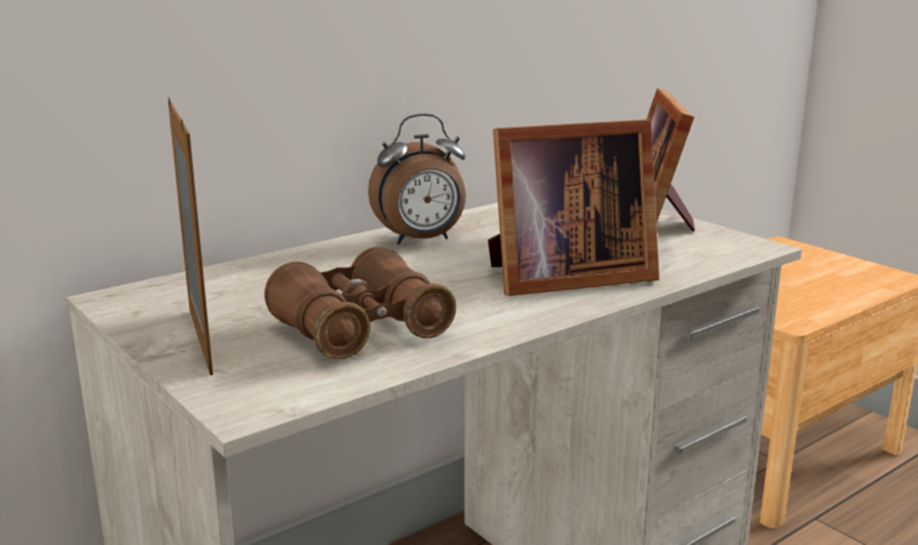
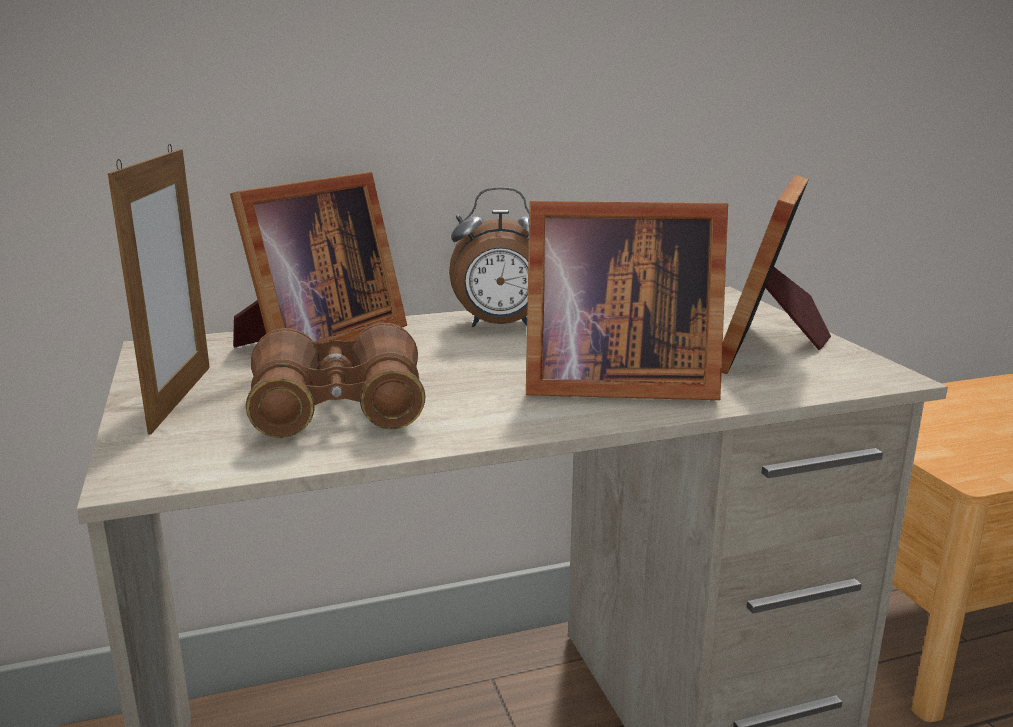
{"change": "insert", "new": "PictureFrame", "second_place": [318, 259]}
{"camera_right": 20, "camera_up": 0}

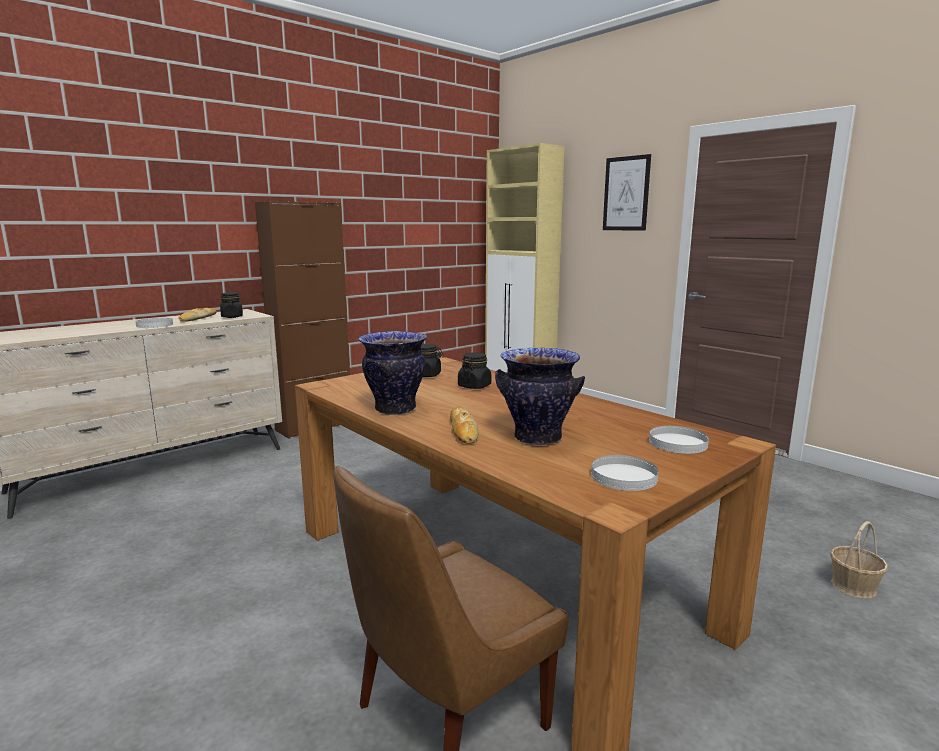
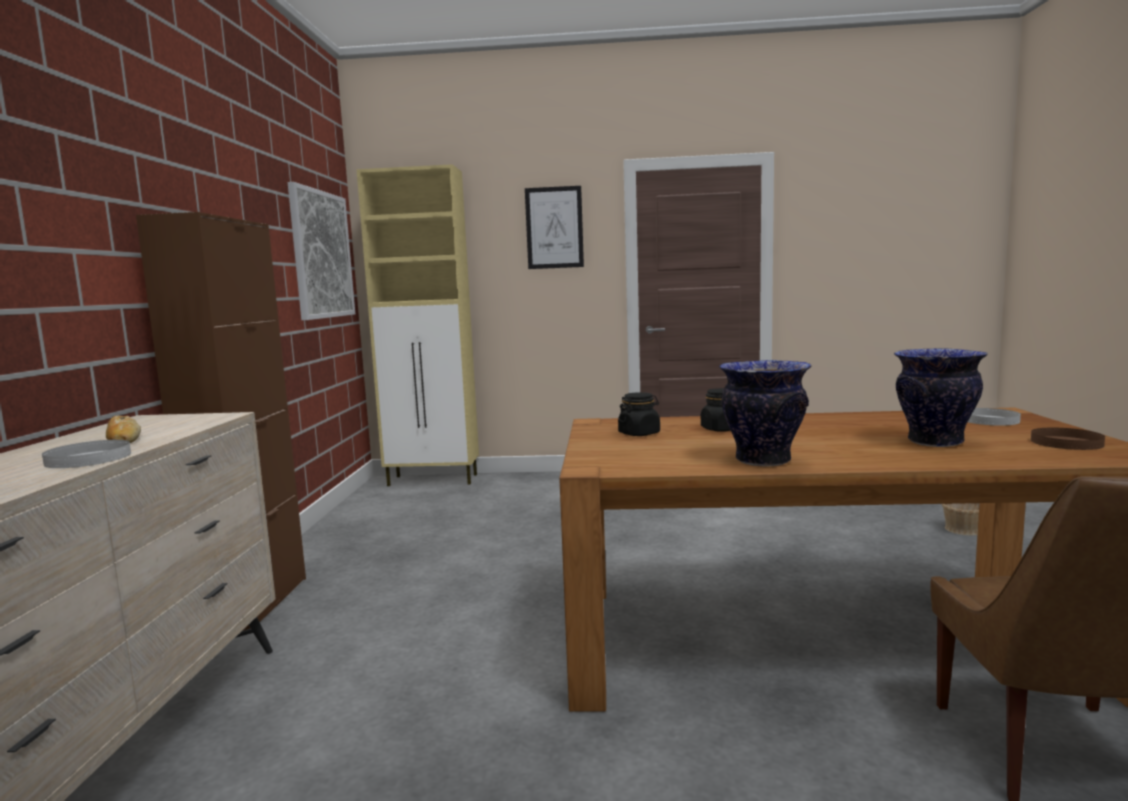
{"change": "delete", "old": "BlackJar", "first_place": [231, 305]}
{"change": "delete", "old": "Bread", "first_place": [464, 425]}
{"change": "recolor", "old": "WhitePlate", "new": "BrownPlate", "first_place": [624, 473], "second_place": [1068, 439]}
{"change": "insert", "new": "Picture", "second_place": [321, 251]}
{"camera_right": -45, "camera_up": -5}

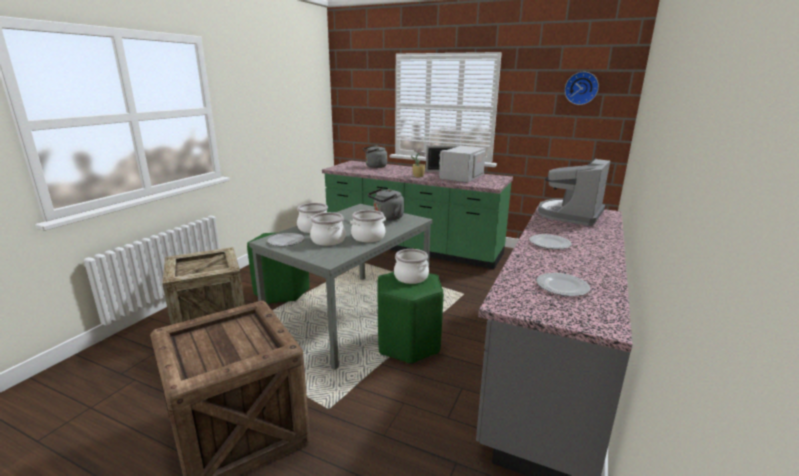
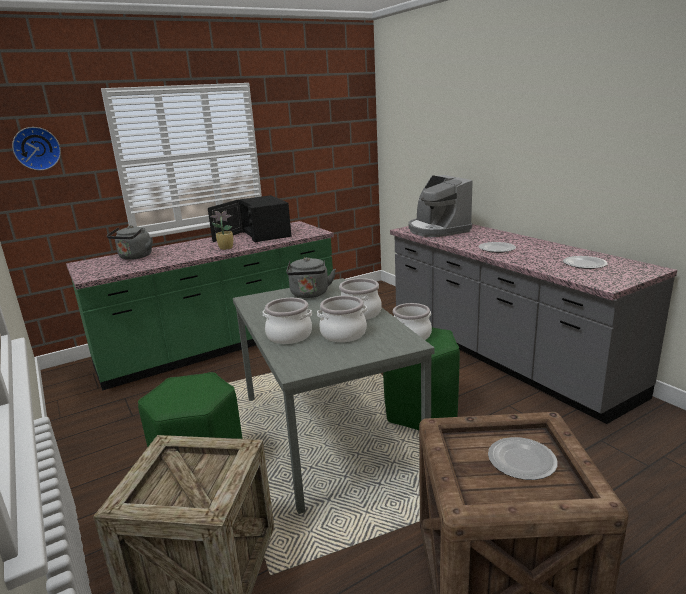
{"change": "move", "old": "WallClock", "first_place": [582, 88], "second_place": [36, 148]}
{"change": "recolor", "old": "WhiteMicrowave", "new": "BlackMicrowave", "first_place": [456, 164], "second_place": [249, 219]}
{"change": "move", "old": "Plate", "first_place": [285, 239], "second_place": [523, 458]}
{"camera_right": -55, "camera_up": 0}

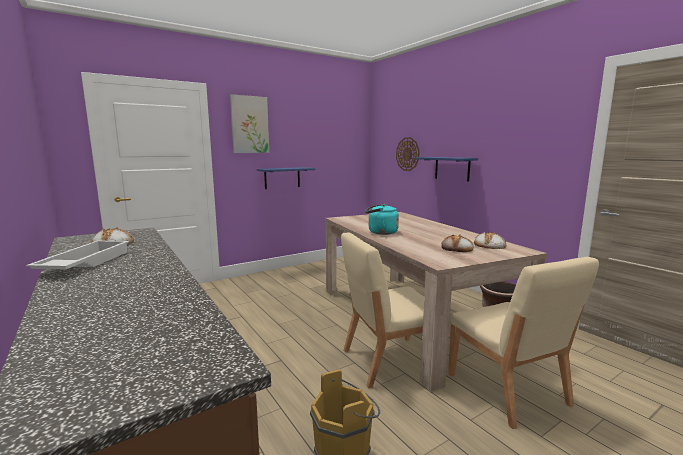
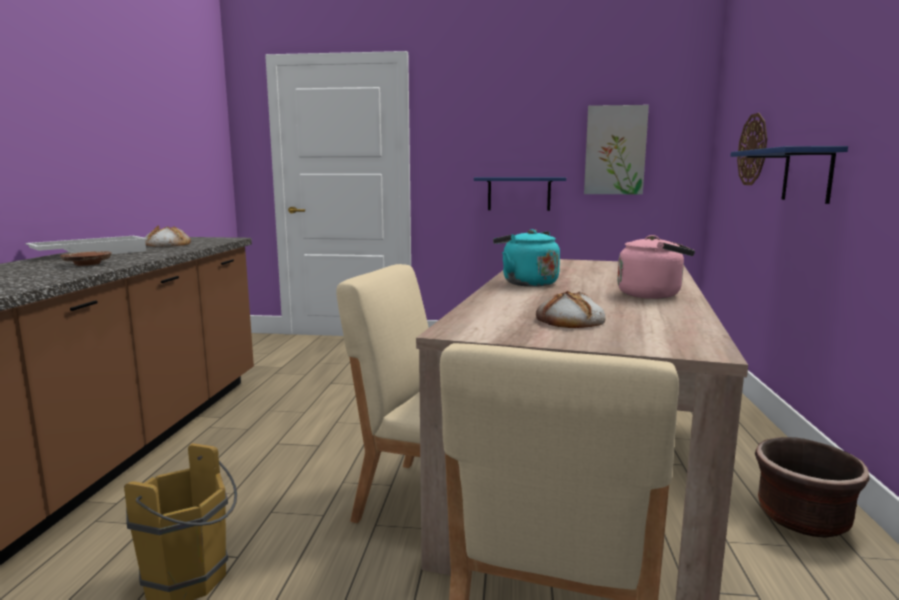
{"change": "move", "old": "Picture", "first_place": [249, 123], "second_place": [616, 149]}
{"change": "delete", "old": "Bread", "first_place": [490, 240]}
{"change": "insert", "new": "PinkKettle", "second_place": [656, 267]}
{"change": "insert", "new": "BrownPlate", "second_place": [86, 258]}
{"camera_right": 40, "camera_up": 0}

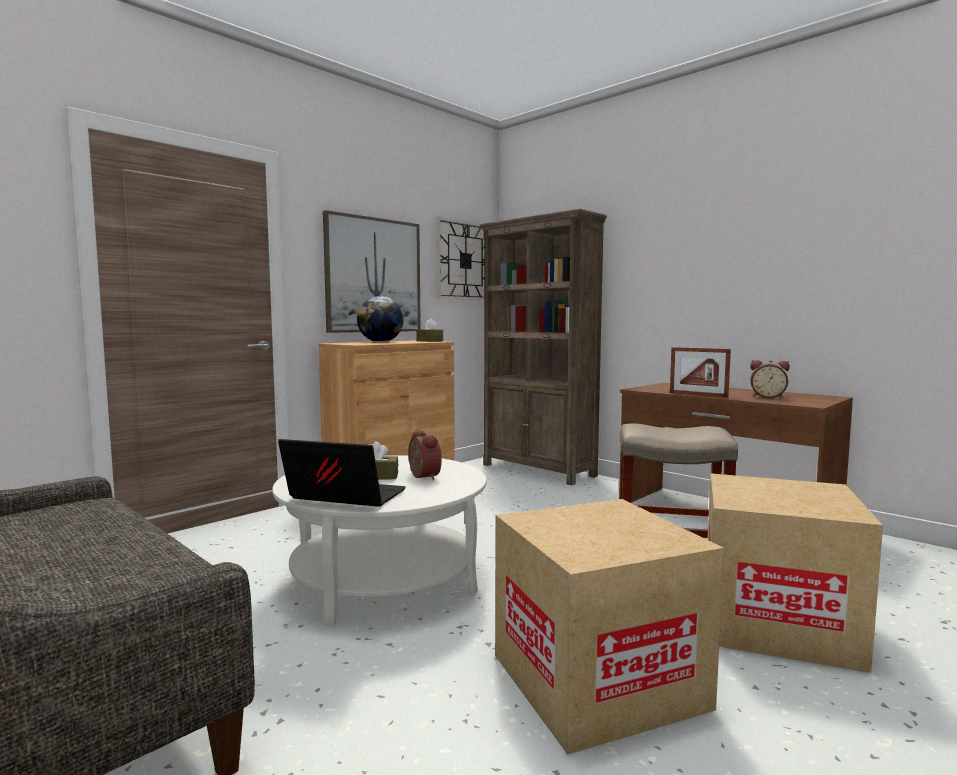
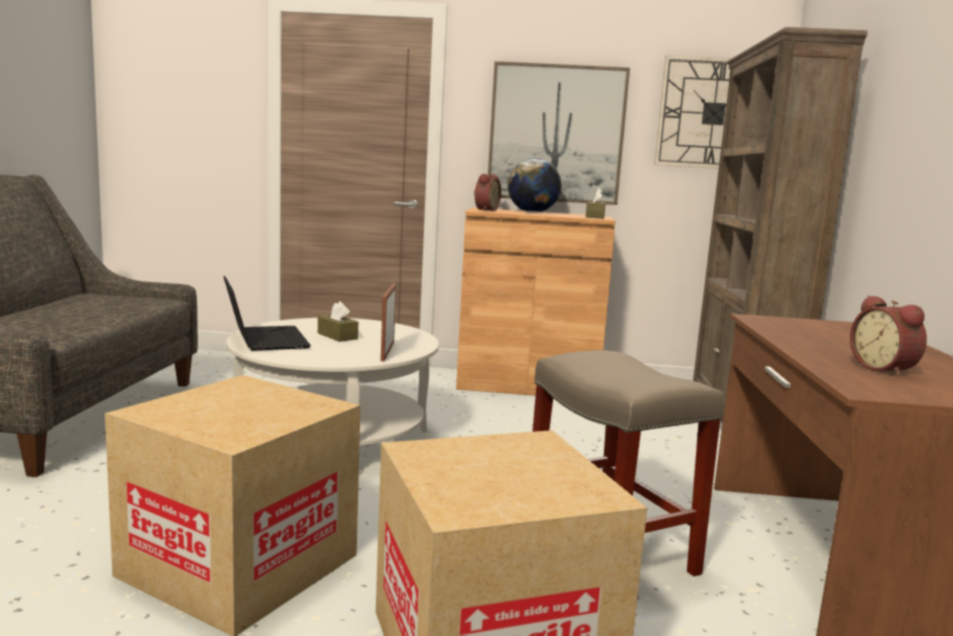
{"change": "move", "old": "PictureFrame", "first_place": [700, 372], "second_place": [388, 322]}
{"change": "move", "old": "AlarmClock", "first_place": [425, 454], "second_place": [487, 192]}
{"camera_right": 50, "camera_up": 5}

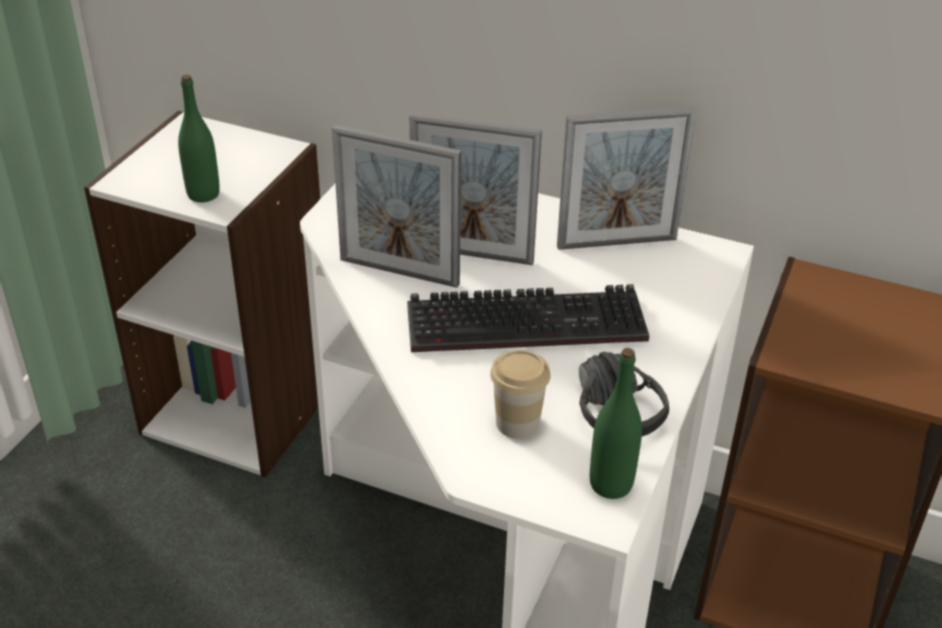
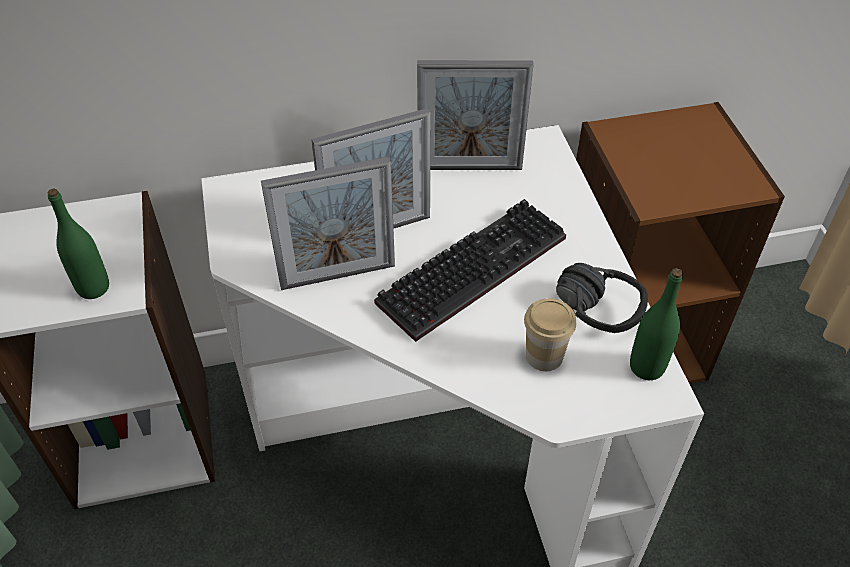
{"change": "rotate", "old": "PictureFrame", "first_place": [626, 178], "second_place": [475, 115], "degrees": 45}
{"camera_right": -35, "camera_up": 10}

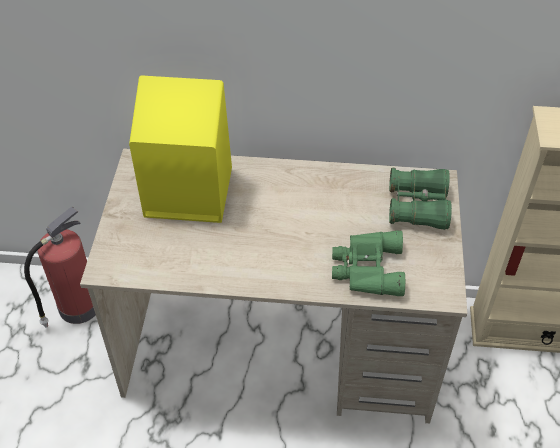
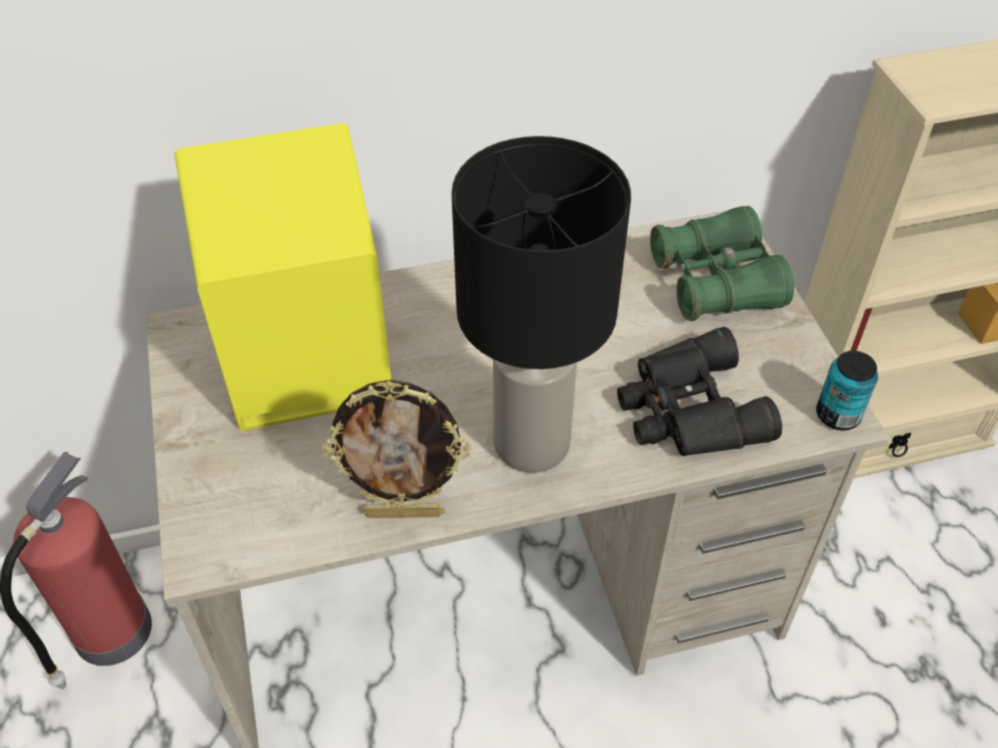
{"change": "recolor", "old": "GreenBinoculars", "new": "BlackBinoculars", "first_place": [368, 263], "second_place": [699, 391]}
{"change": "insert", "new": "BlackTableLamp", "second_place": [541, 304]}
{"change": "insert", "new": "Can", "second_place": [847, 390]}
{"change": "insert", "new": "PictureFrame", "second_place": [396, 449]}
{"camera_right": -20, "camera_up": 0}

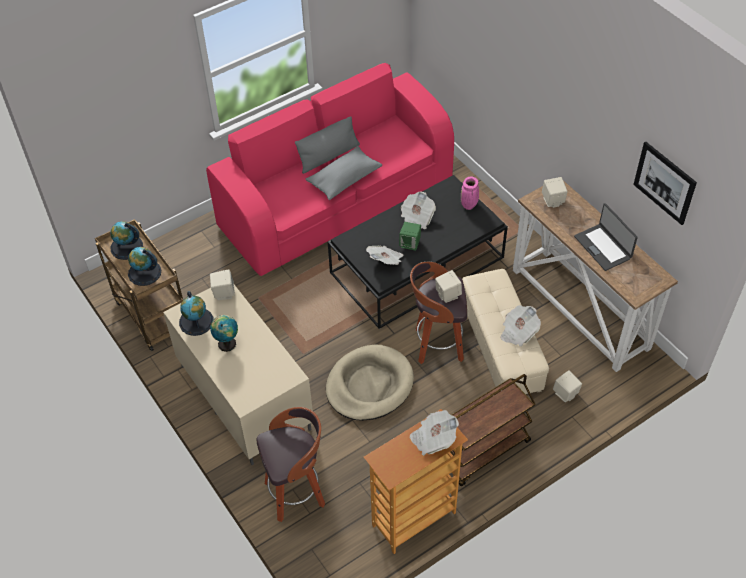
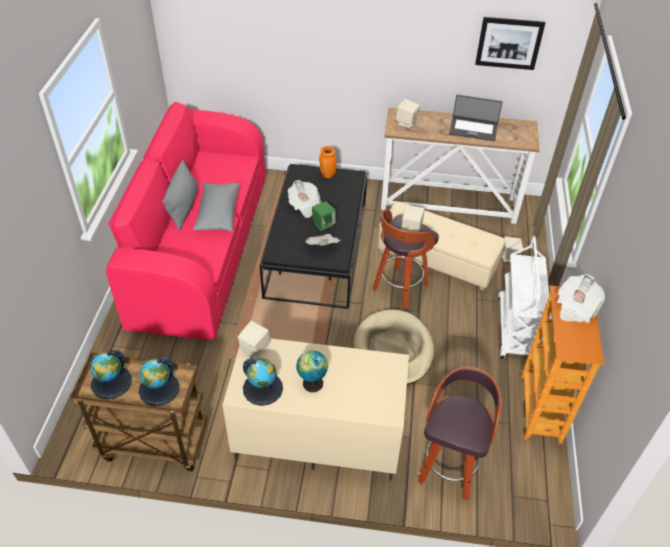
{"change": "recolor", "old": "PinkVase", "new": "OrangeVase", "first_place": [470, 193], "second_place": [327, 162]}
{"change": "delete", "old": "Newspaper", "first_place": [520, 326]}
{"change": "recolor", "old": "BrownCart", "new": "WhiteCart", "first_place": [493, 430], "second_place": [525, 297]}
{"camera_right": -50, "camera_up": -5}

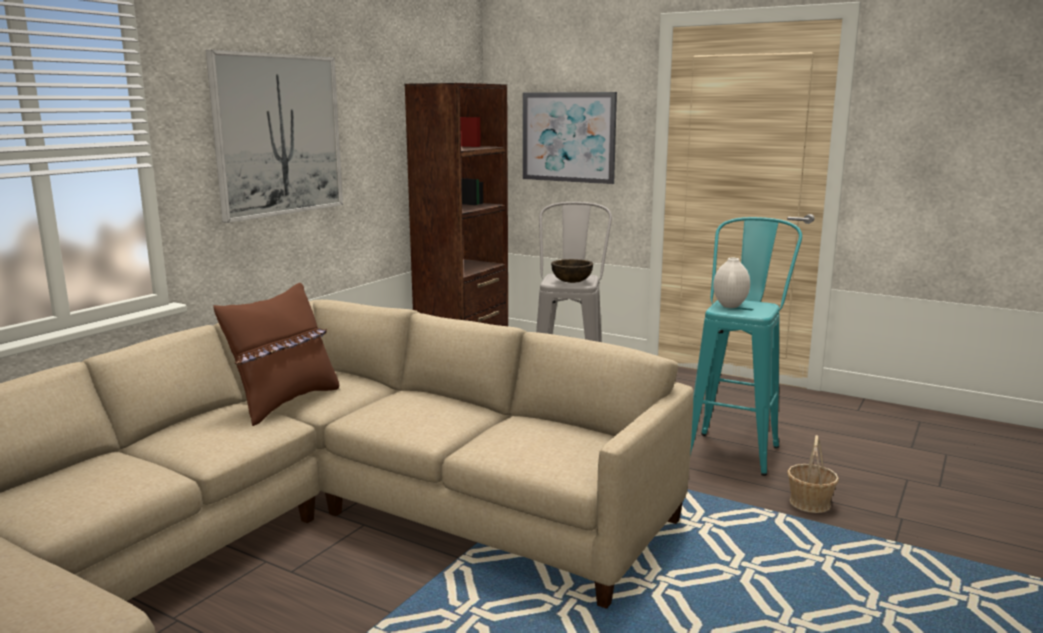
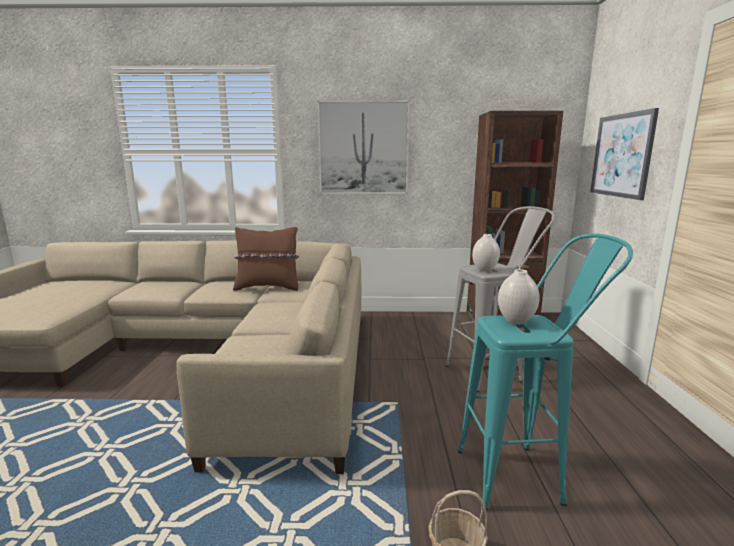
{"change": "replace", "old": "BrownBowl", "new": "WhiteVase", "first_place": [572, 271], "second_place": [486, 253]}
{"camera_right": 60, "camera_up": 0}

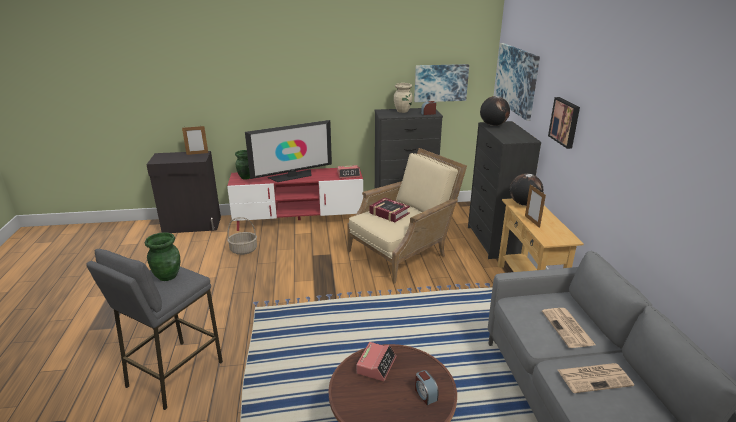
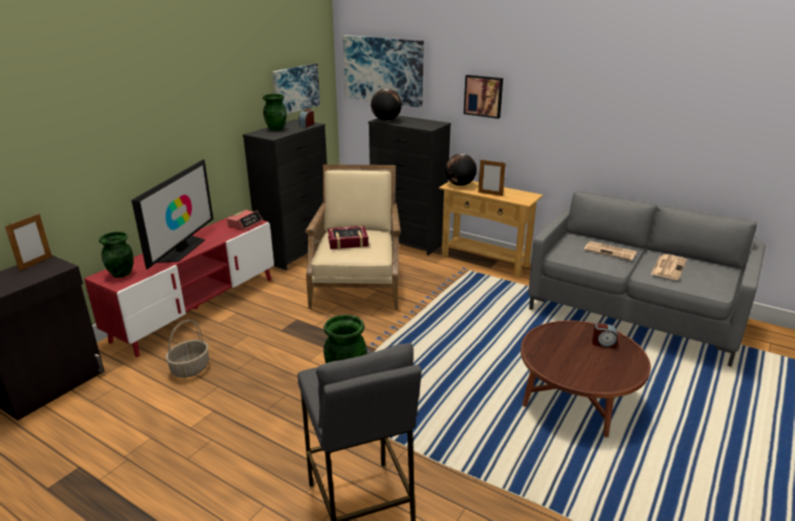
{"change": "recolor", "old": "BeigeVase", "new": "GreenVase", "first_place": [403, 98], "second_place": [275, 112]}
{"change": "delete", "old": "AlarmClock", "first_place": [376, 361]}
{"camera_right": -50, "camera_up": 0}

